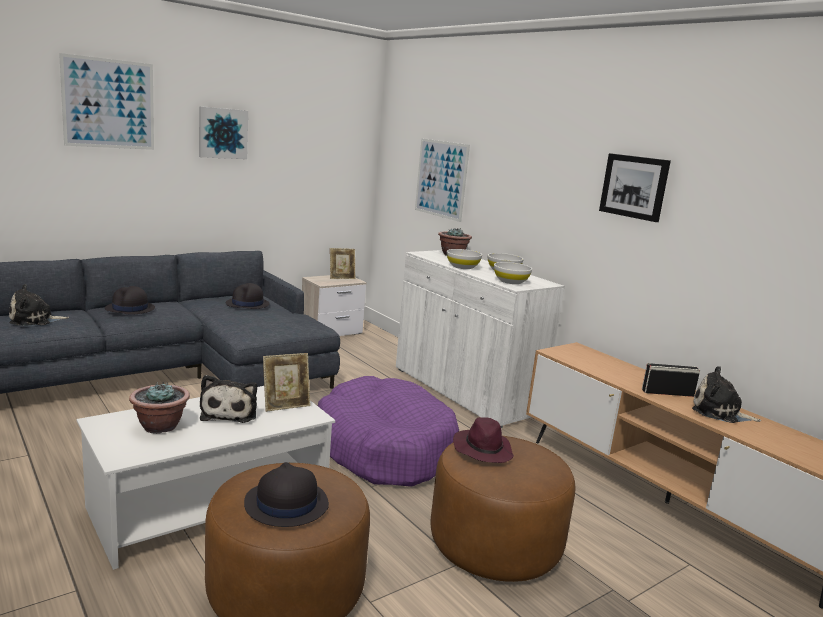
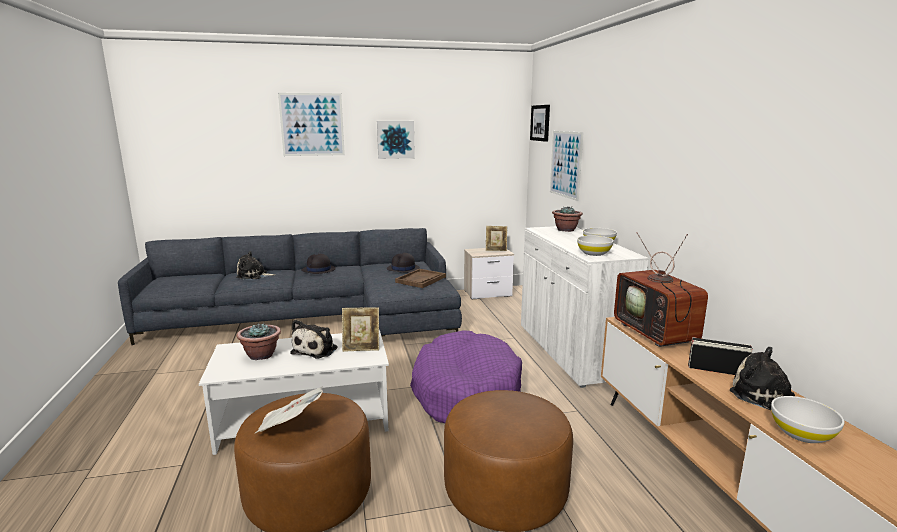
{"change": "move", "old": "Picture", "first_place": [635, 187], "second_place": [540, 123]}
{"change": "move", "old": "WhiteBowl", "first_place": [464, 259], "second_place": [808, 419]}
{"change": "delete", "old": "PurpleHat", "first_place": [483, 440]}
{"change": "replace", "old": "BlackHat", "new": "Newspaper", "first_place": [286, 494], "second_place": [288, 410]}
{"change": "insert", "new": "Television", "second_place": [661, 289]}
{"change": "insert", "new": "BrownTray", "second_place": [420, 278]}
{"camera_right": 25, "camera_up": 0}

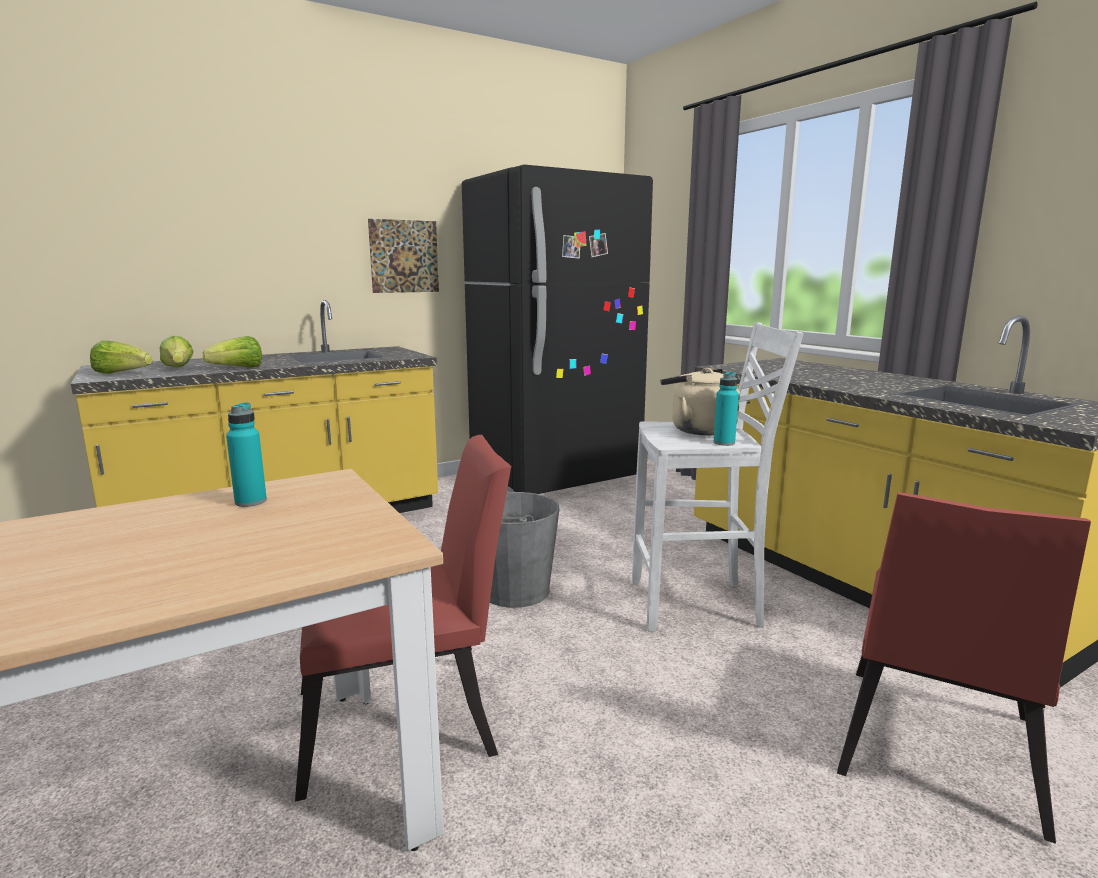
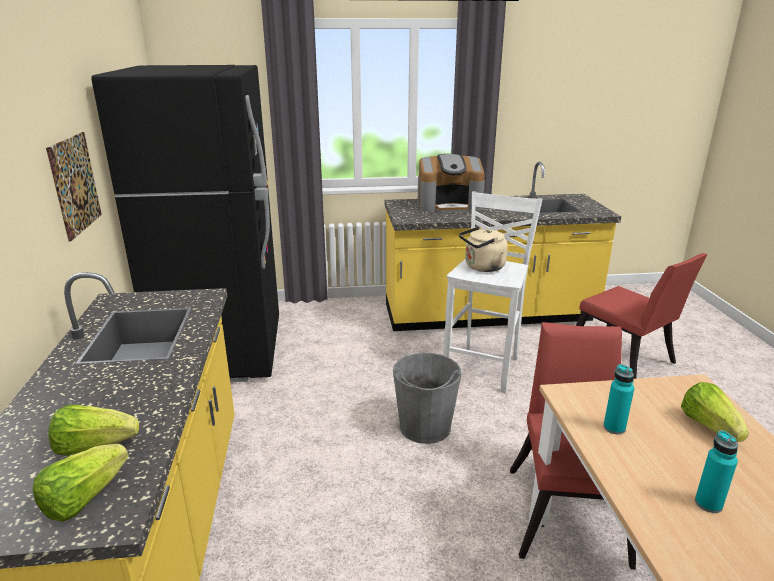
{"change": "move", "old": "Lettuce", "first_place": [232, 352], "second_place": [715, 412]}
{"change": "move", "old": "TurquoiseBottle", "first_place": [726, 409], "second_place": [716, 471]}
{"change": "insert", "new": "CoffeeMachine", "second_place": [451, 183]}
{"camera_right": -65, "camera_up": 10}

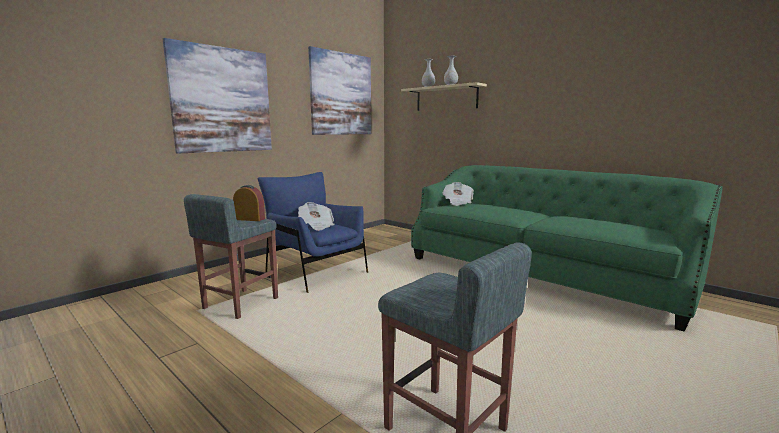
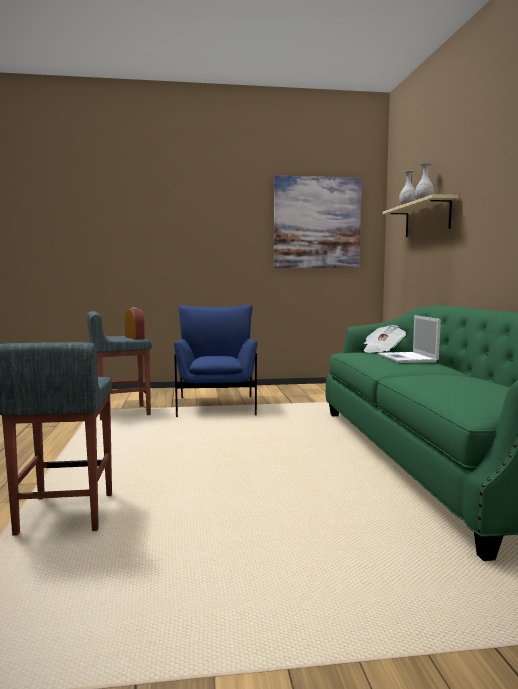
{"change": "delete", "old": "Picture", "first_place": [217, 96]}
{"change": "delete", "old": "Newspaper", "first_place": [316, 216]}
{"change": "insert", "new": "Laptop", "second_place": [409, 339]}
{"camera_right": 40, "camera_up": -5}

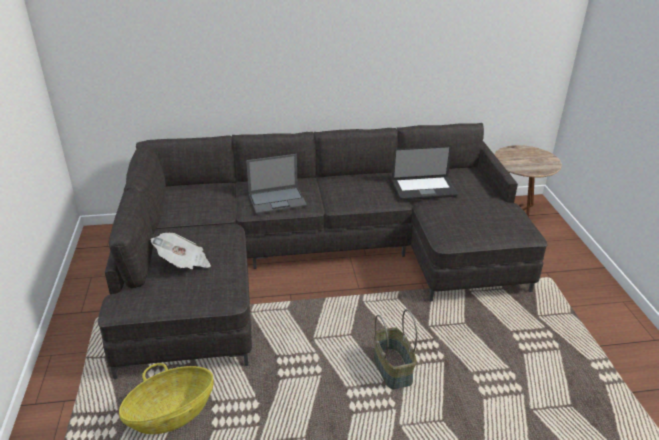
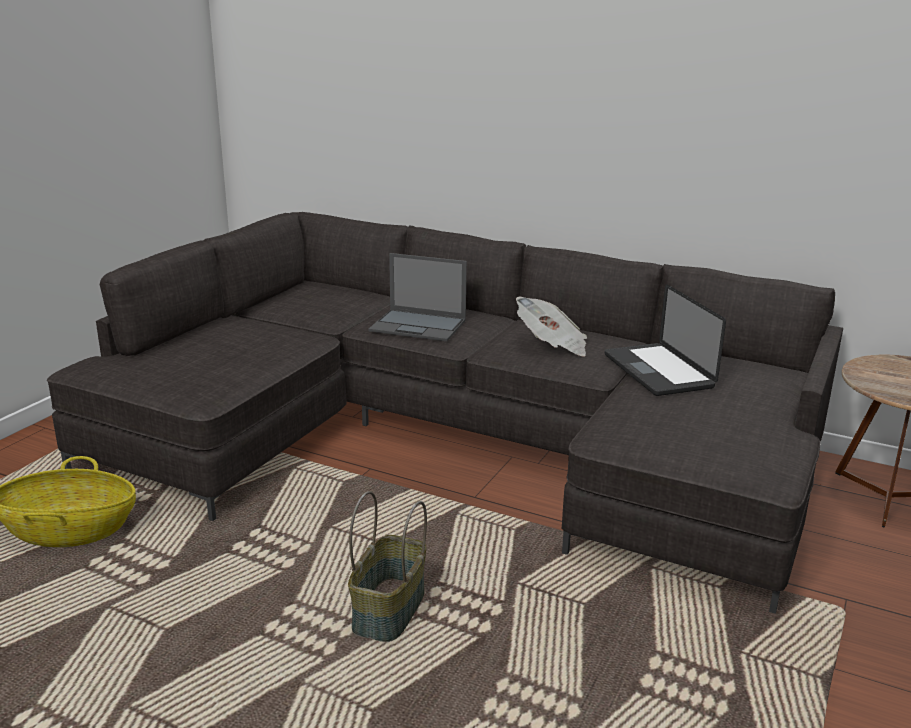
{"change": "rotate", "old": "Laptop", "first_place": [425, 173], "second_place": [665, 340], "degrees": 45}
{"change": "move", "old": "Newspaper", "first_place": [181, 251], "second_place": [551, 326]}
{"camera_right": 35, "camera_up": -10}

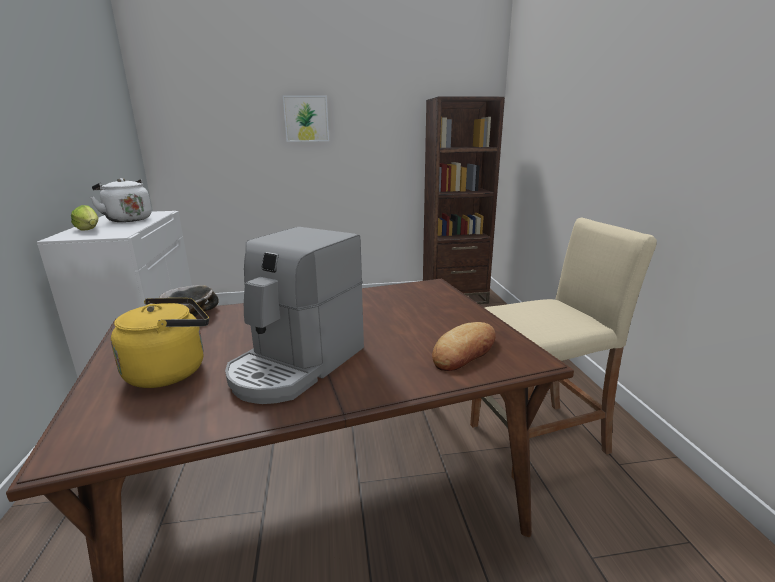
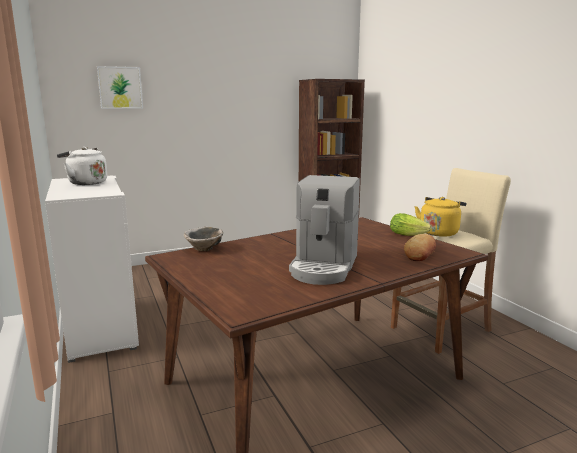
{"change": "move", "old": "Picture", "first_place": [306, 119], "second_place": [120, 87]}
{"change": "move", "old": "Lettuce", "first_place": [84, 218], "second_place": [410, 224]}
{"change": "move", "old": "YellowKettle", "first_place": [160, 343], "second_place": [440, 217]}
{"camera_right": -15, "camera_up": -5}

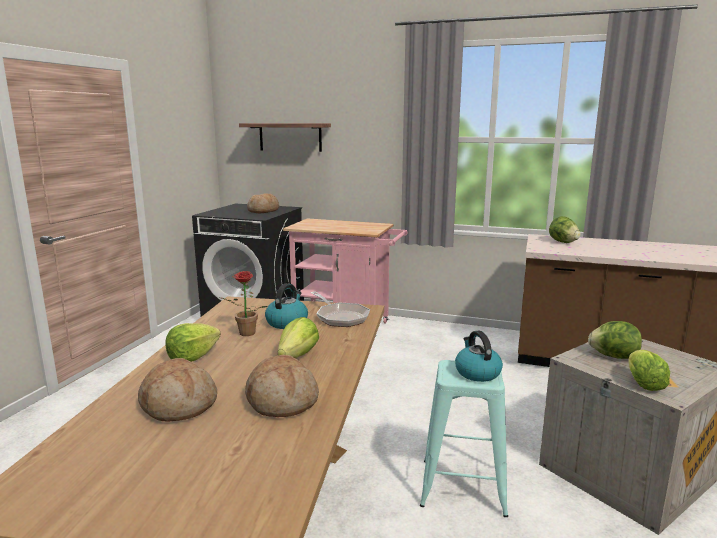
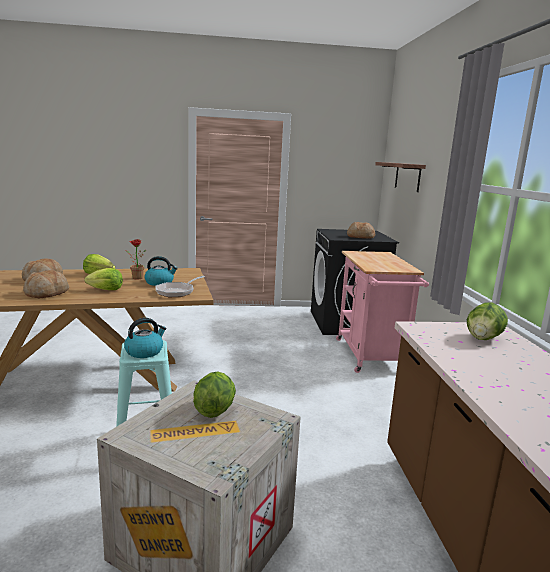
{"change": "delete", "old": "Lettuce", "first_place": [649, 370]}
{"camera_right": 65, "camera_up": 0}

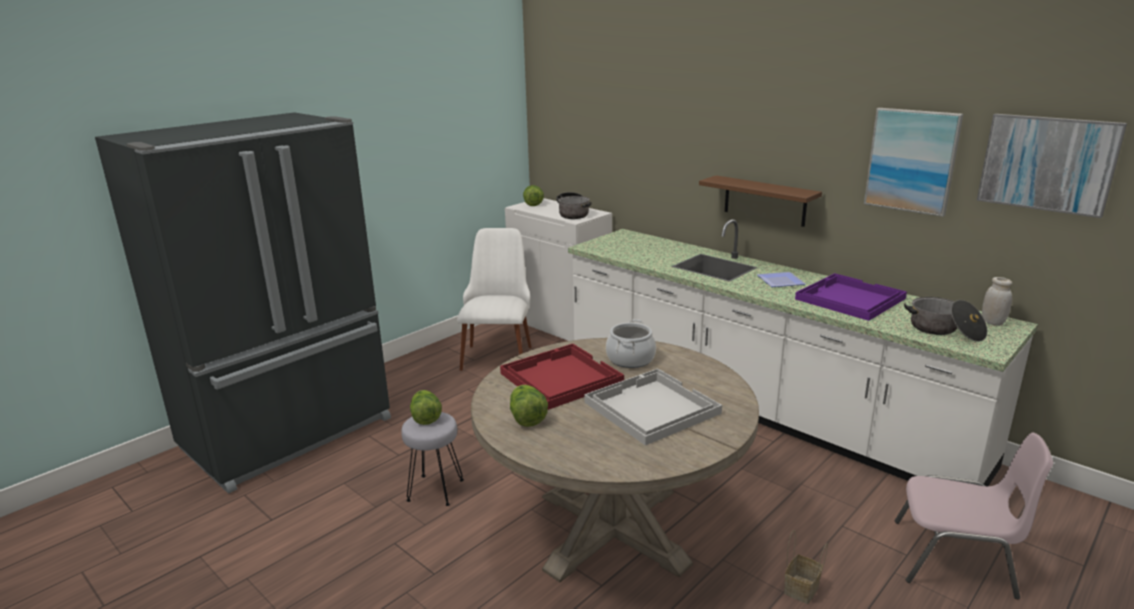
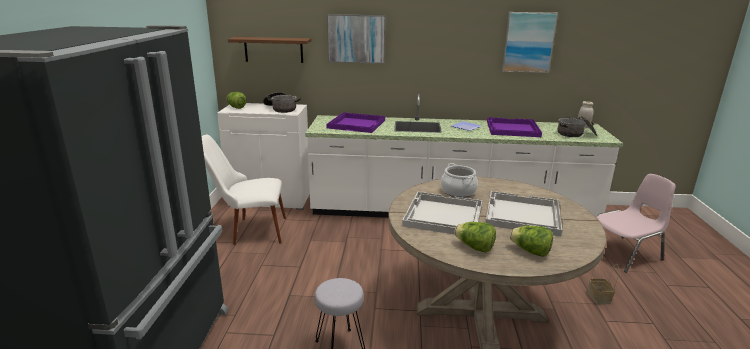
{"change": "move", "old": "Picture", "first_place": [1052, 166], "second_place": [356, 39]}
{"change": "move", "old": "BrownShelf", "first_place": [760, 201], "second_place": [269, 50]}
{"change": "rotate", "old": "WhiteChair", "first_place": [494, 299], "second_place": [244, 190], "degrees": -60}
{"change": "recolor", "old": "RedTray", "new": "WhiteTray", "first_place": [562, 377], "second_place": [442, 213]}
{"change": "move", "old": "Lettuce", "first_place": [426, 407], "second_place": [531, 241]}
{"change": "insert", "new": "PurpleTray", "second_place": [356, 122]}
{"camera_right": -40, "camera_up": 0}

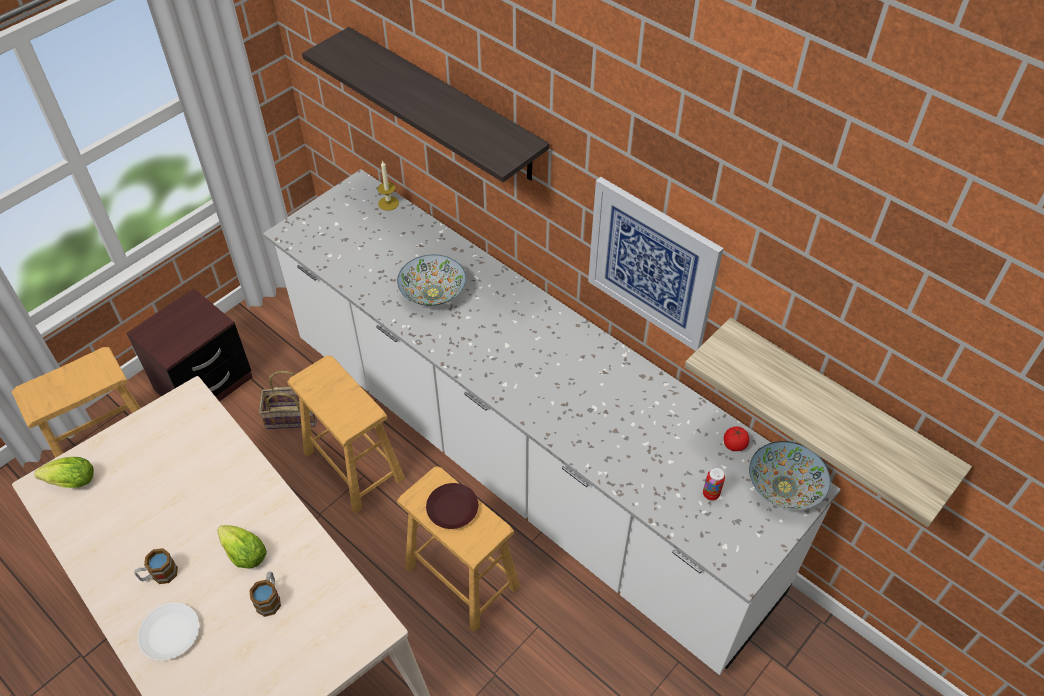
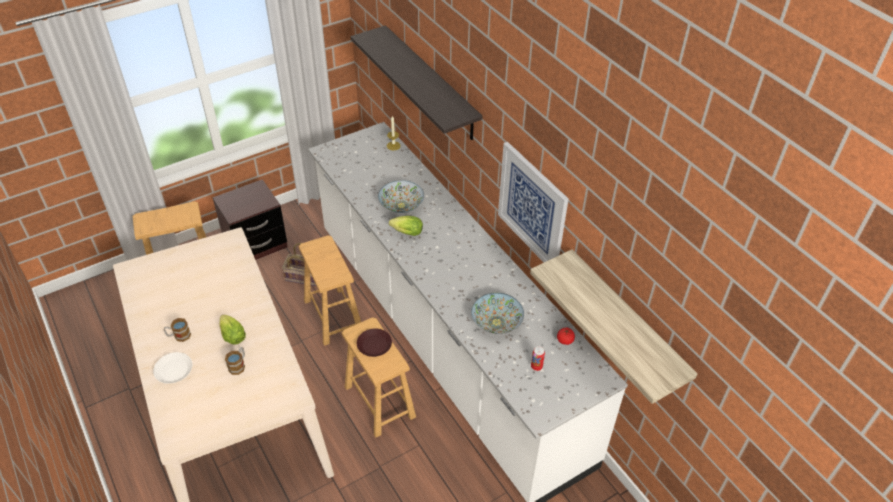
{"change": "move", "old": "Bowl", "first_place": [790, 475], "second_place": [497, 313]}
{"change": "move", "old": "Lettuce", "first_place": [64, 472], "second_place": [406, 226]}
{"camera_right": 15, "camera_up": -5}

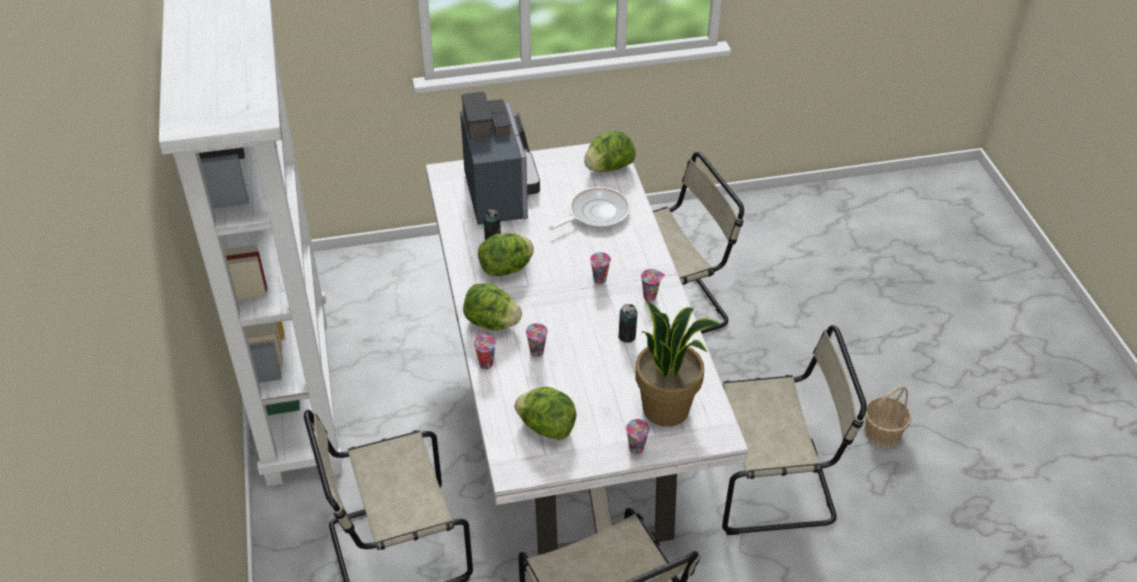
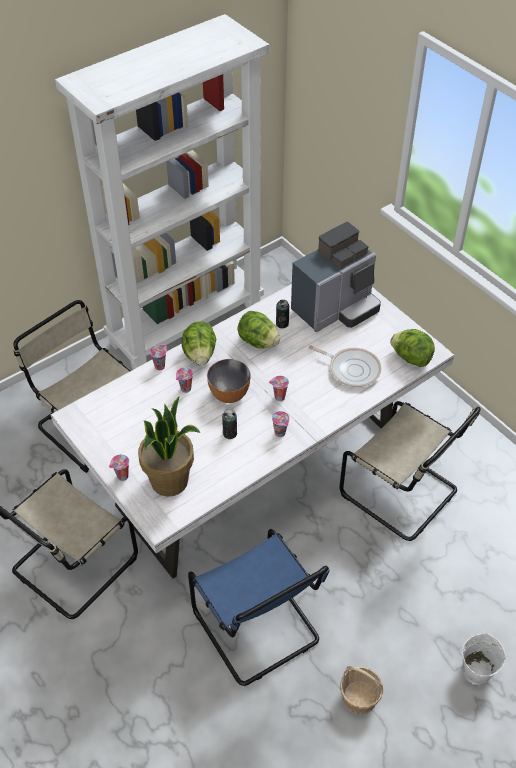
{"change": "recolor", "old": "BeigeChair", "new": "BlueChair", "first_place": [794, 430], "second_place": [258, 607]}
{"change": "delete", "old": "Lettuce", "first_place": [545, 413]}
{"change": "insert", "new": "Bowl", "second_place": [229, 381]}
{"change": "insert", "new": "WhiteBucket", "second_place": [484, 658]}
{"camera_right": 65, "camera_up": 5}

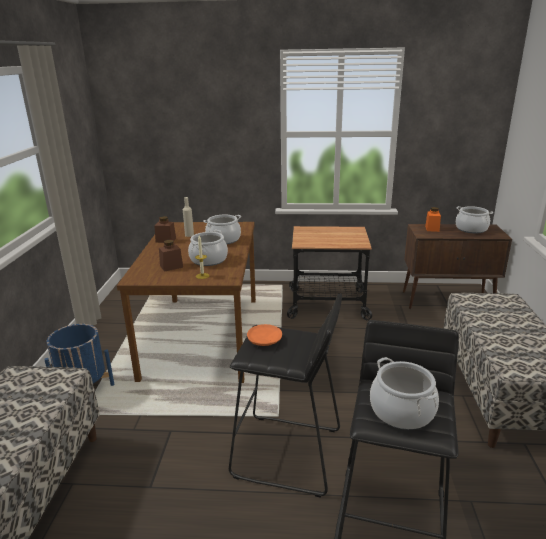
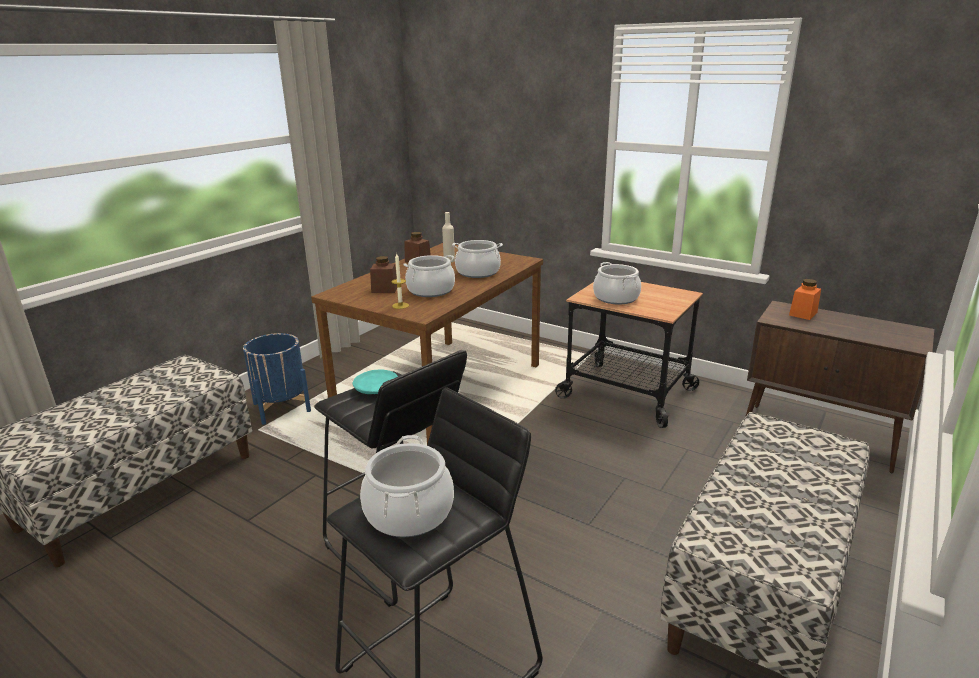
{"change": "move", "old": "CookingPot", "first_place": [474, 220], "second_place": [617, 283]}
{"change": "recolor", "old": "OrangePlate", "new": "TurquoisePlate", "first_place": [264, 335], "second_place": [375, 382]}
{"camera_right": 30, "camera_up": 0}

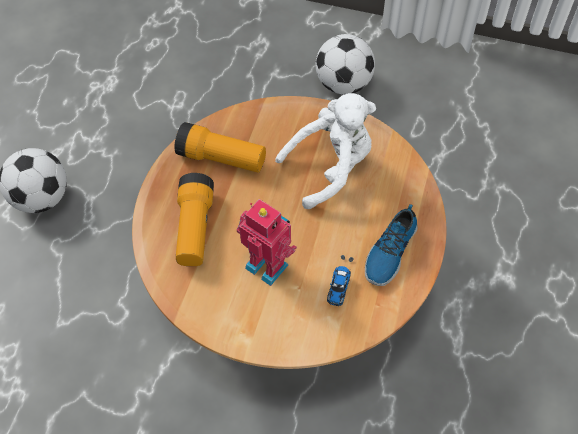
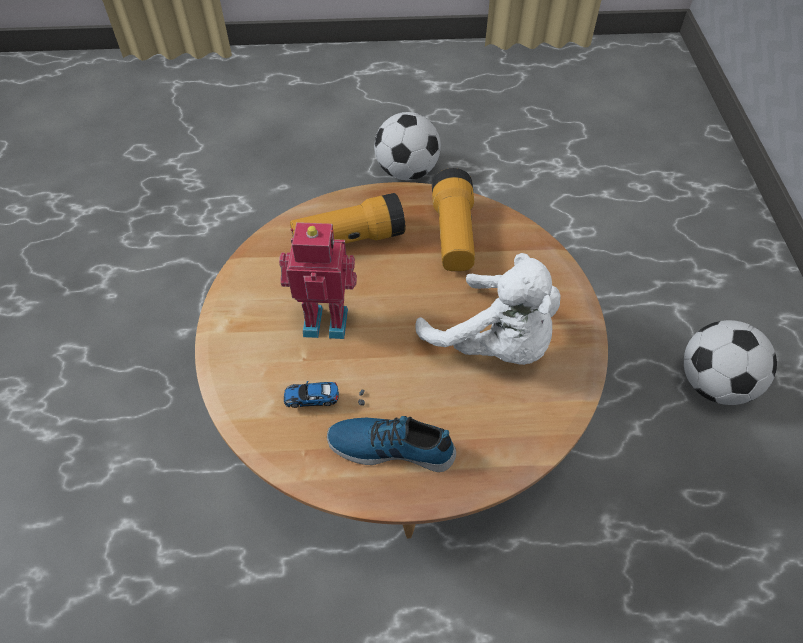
{"change": "rotate", "old": "ToyRobot", "first_place": [267, 242], "second_place": [318, 280], "degrees": -105}
{"camera_right": 70, "camera_up": -5}

